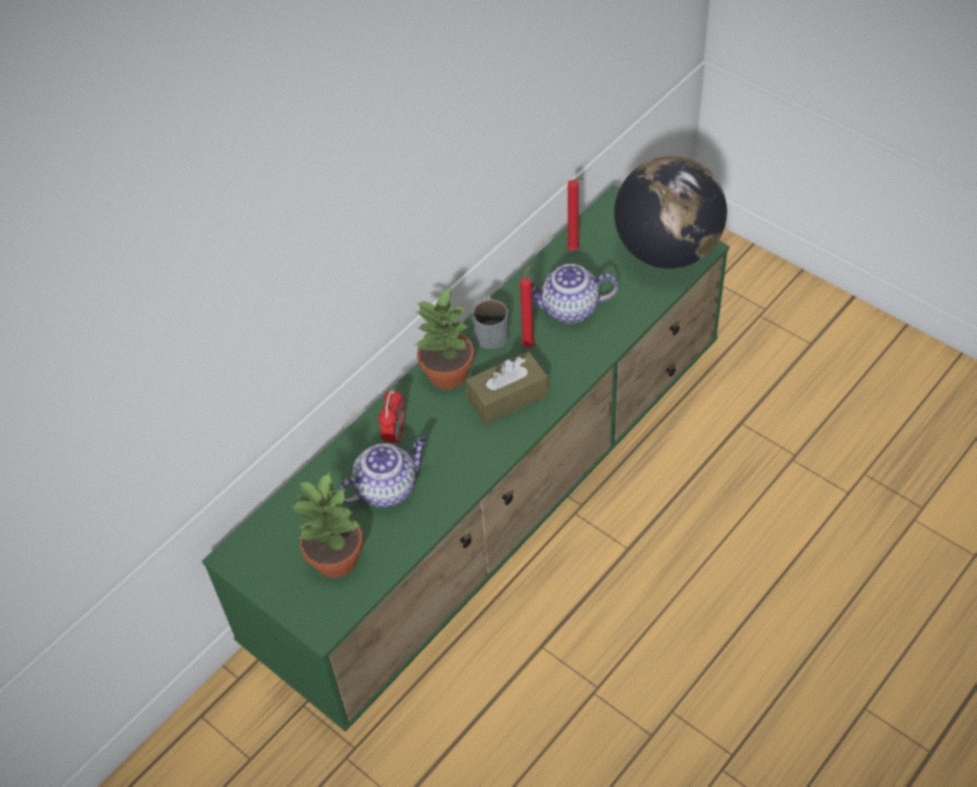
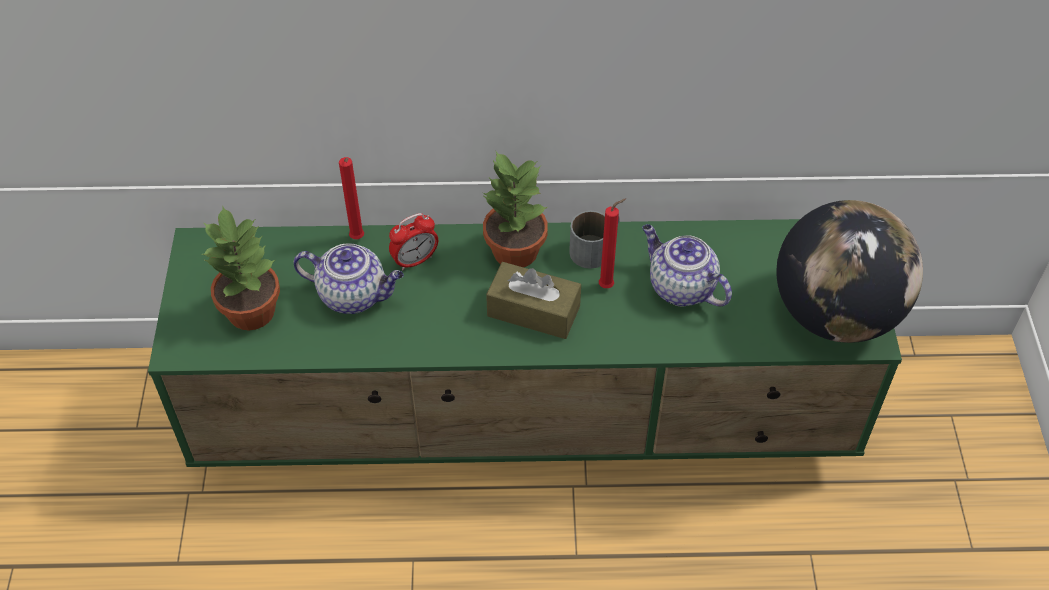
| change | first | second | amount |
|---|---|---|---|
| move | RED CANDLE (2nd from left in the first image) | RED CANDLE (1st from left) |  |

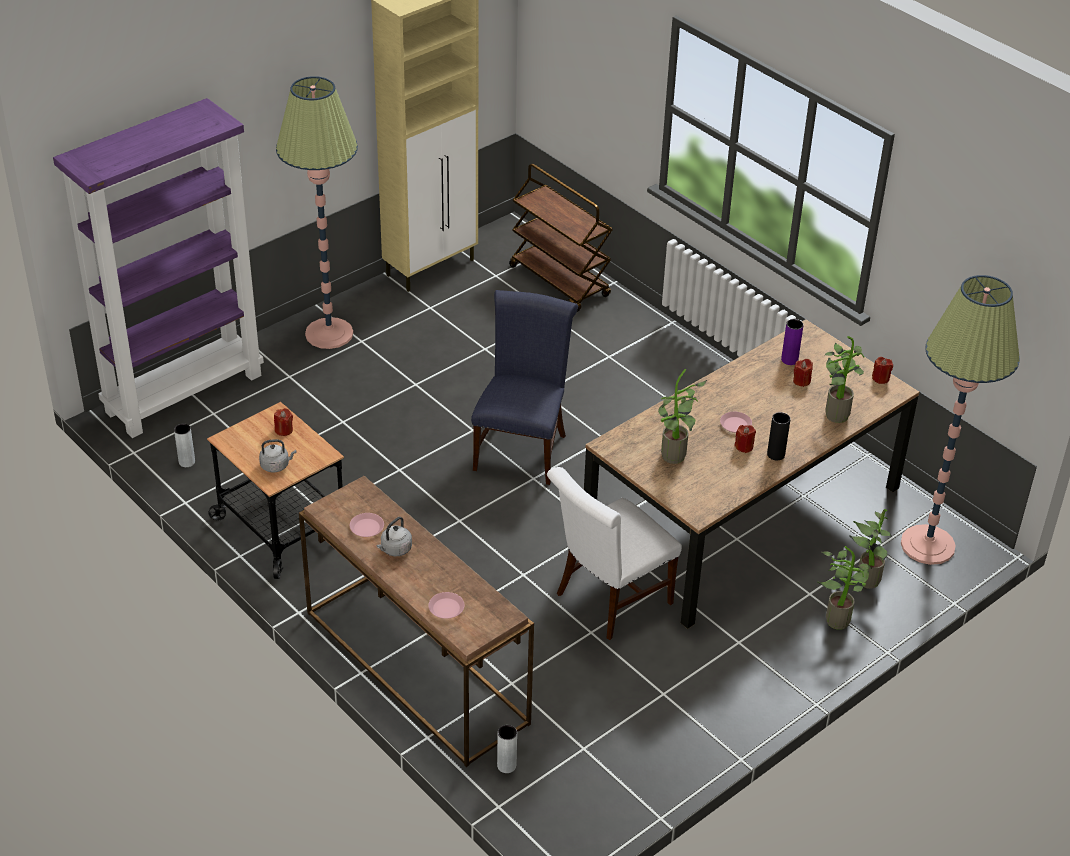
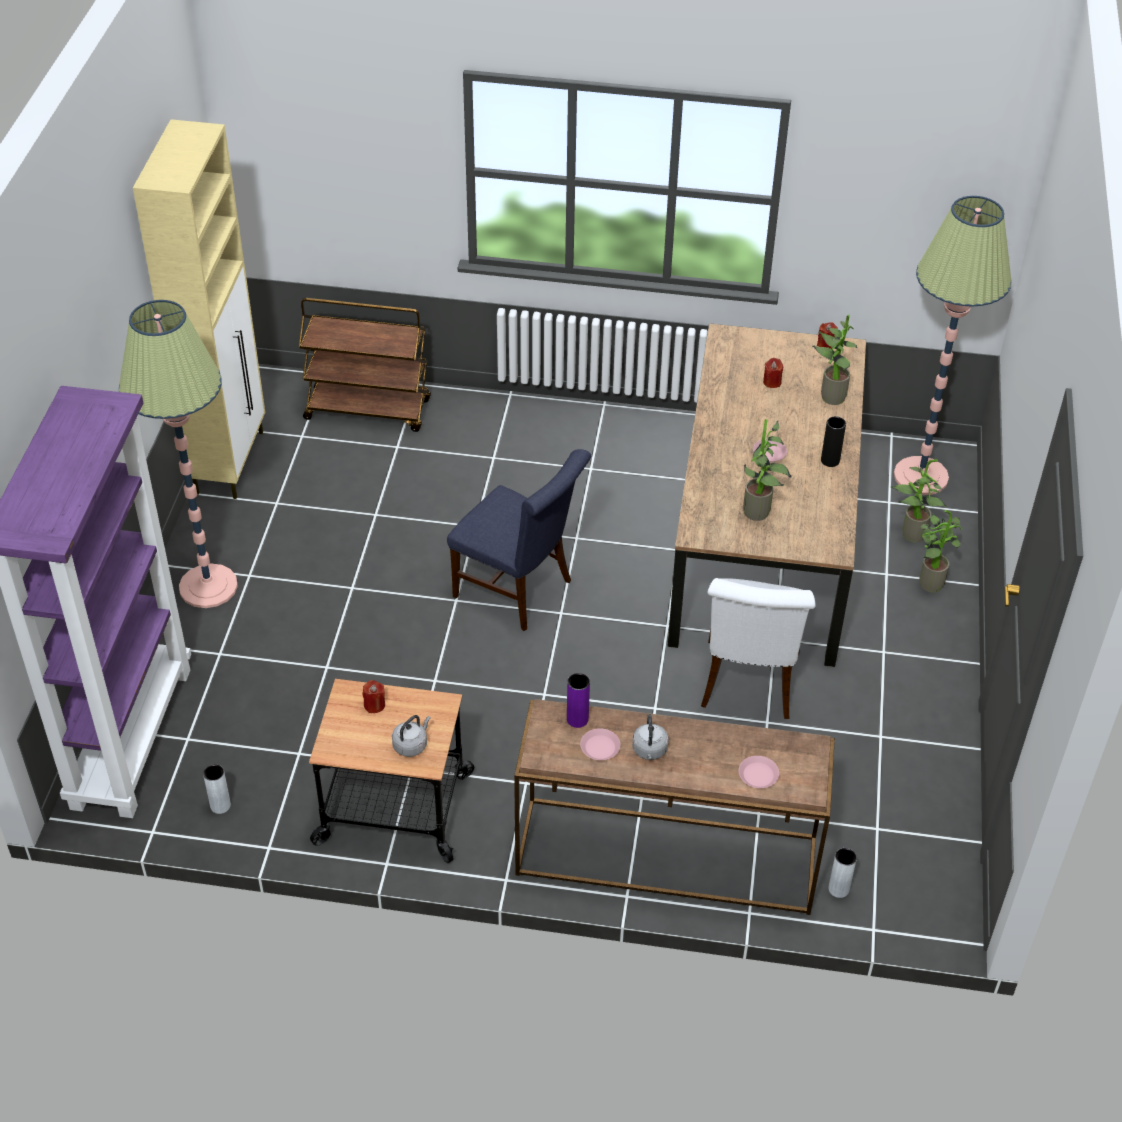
| change | first | second | amount |
|---|---|---|---|
| rotate | BLUE CHAIR |  | 150 degrees clockwise |
| move | PURPLE VASE |  |  |
| delete | RED CANDLE (2nd from left) |  |  |

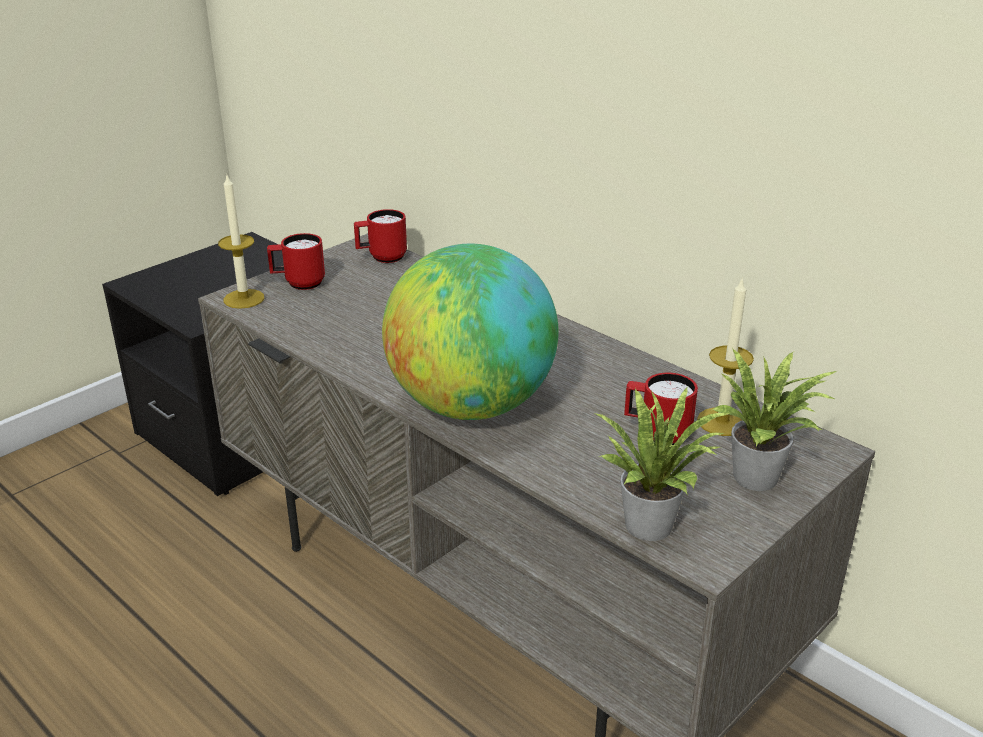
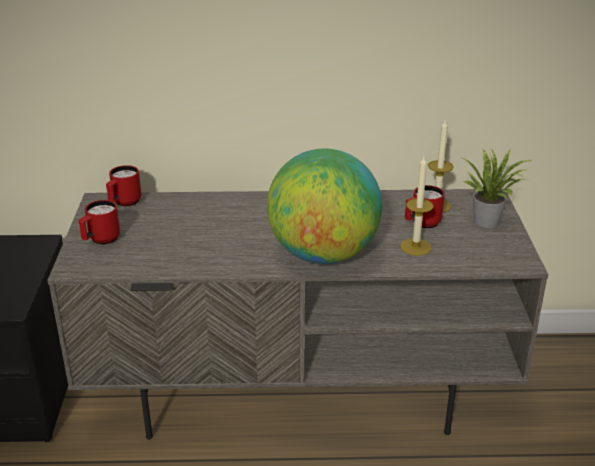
| change | first | second | amount |
|---|---|---|---|
| move | CANDLE (1st from left) |  |  |
| delete | POTTED PLANT (1st from left) |  |  |

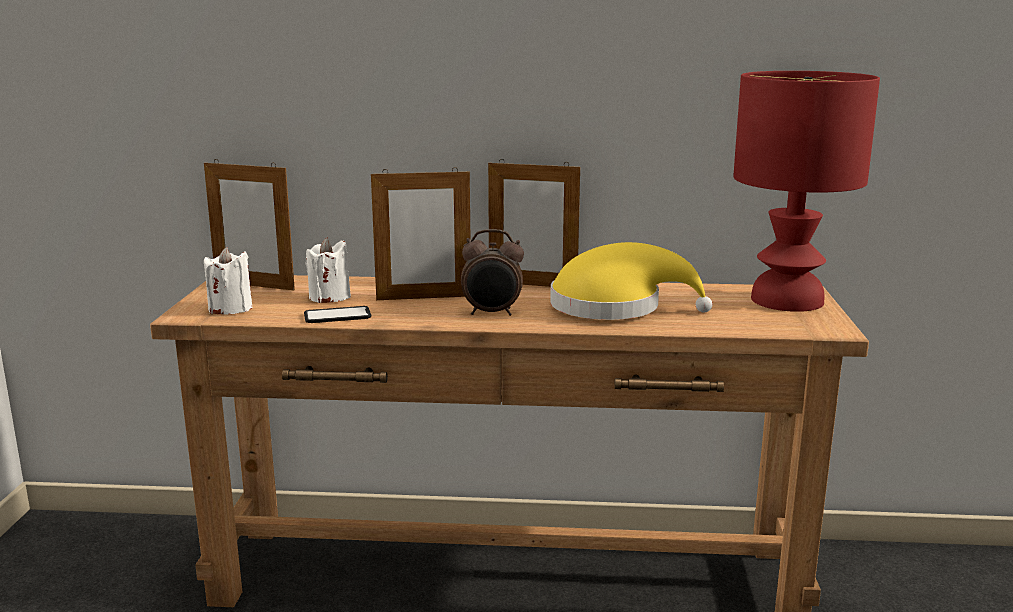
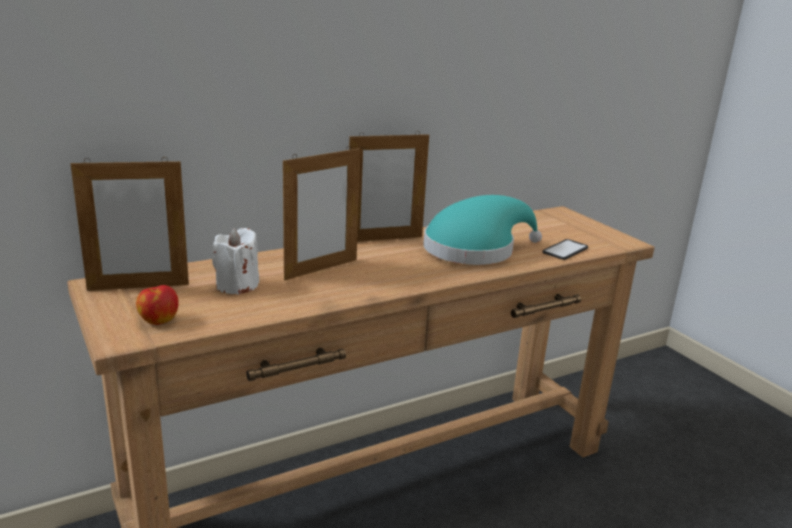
| change | first | second | amount |
|---|---|---|---|
| delete | RED TABLE LAMP |  |  |
| delete | ALARM CLOCK |  |  |
| recolor | YELLOW HAT | TURQUOISE HAT |  |
| replace | WHITE CANDLE (1st from left) | APPLE |  |
| move | PHONE |  |  |

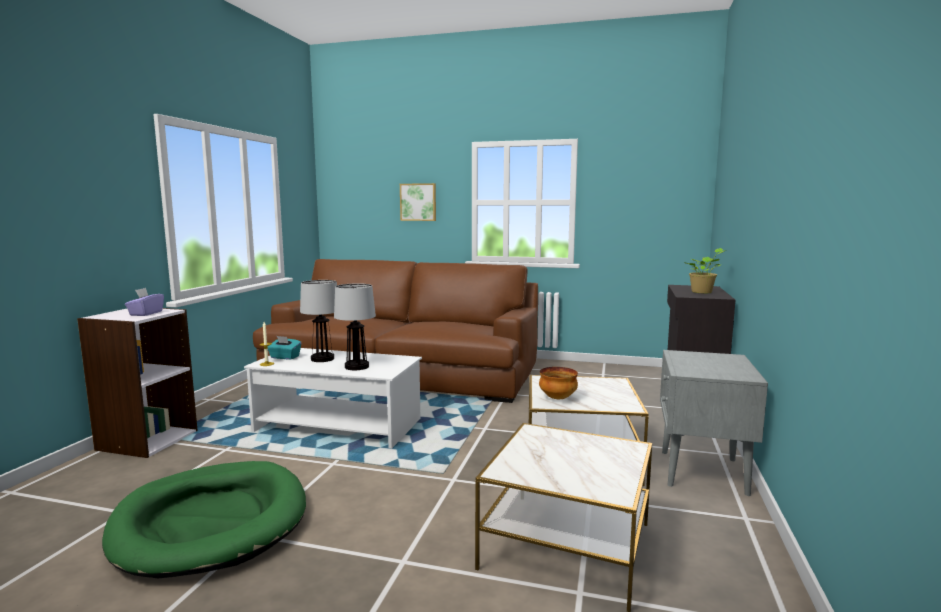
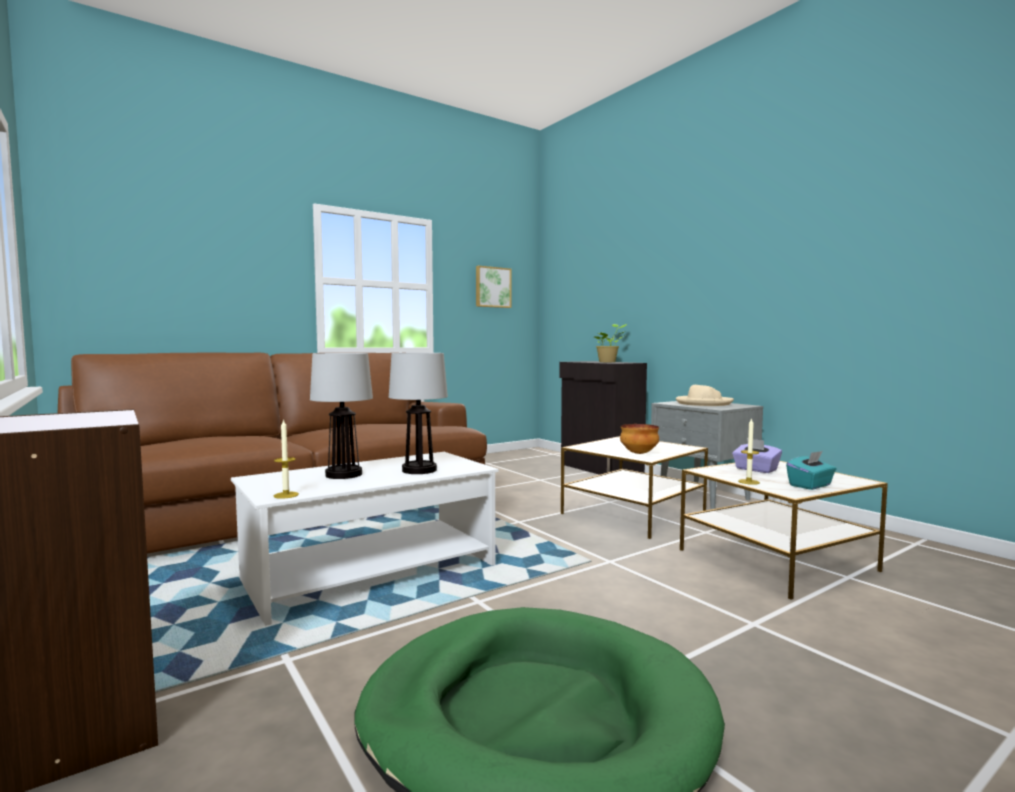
| change | first | second | amount |
|---|---|---|---|
| move | PICTURE |  |  |
| move | PURPLE TISSUE BOX |  |  |
| move | TURQUOISE TISSUE BOX |  |  |
| insert |  | BEIGE HAT |  |
| insert |  | CANDLE (2nd from left) |  |

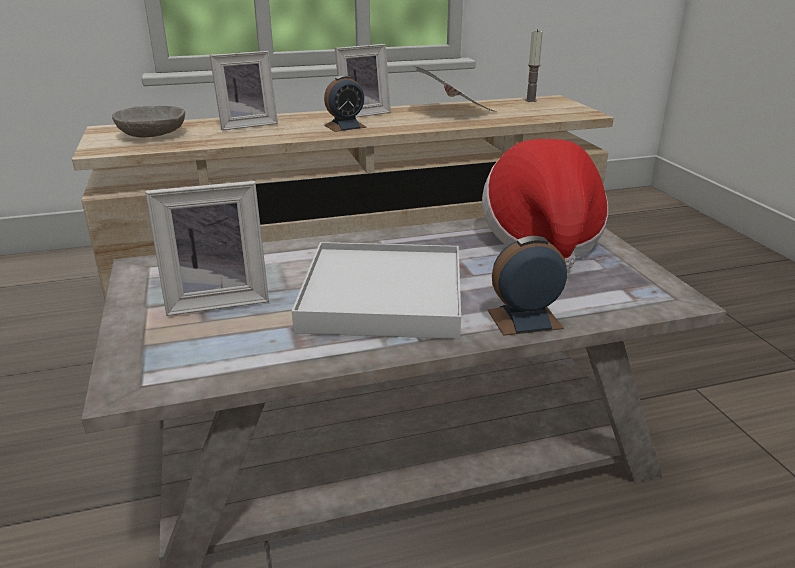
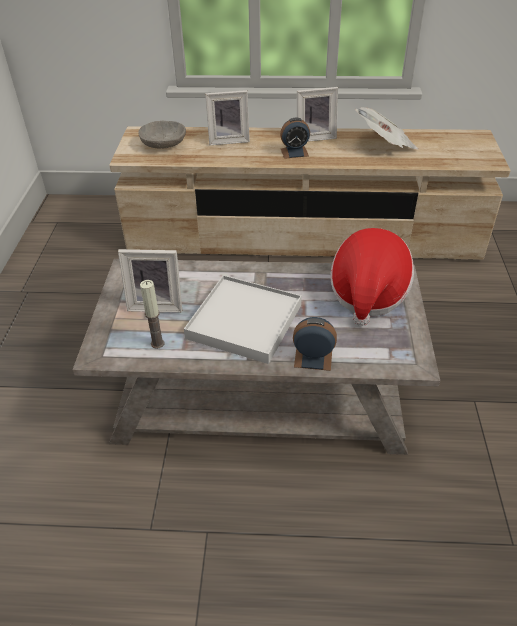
| change | first | second | amount |
|---|---|---|---|
| move | CANDLE |  |  |

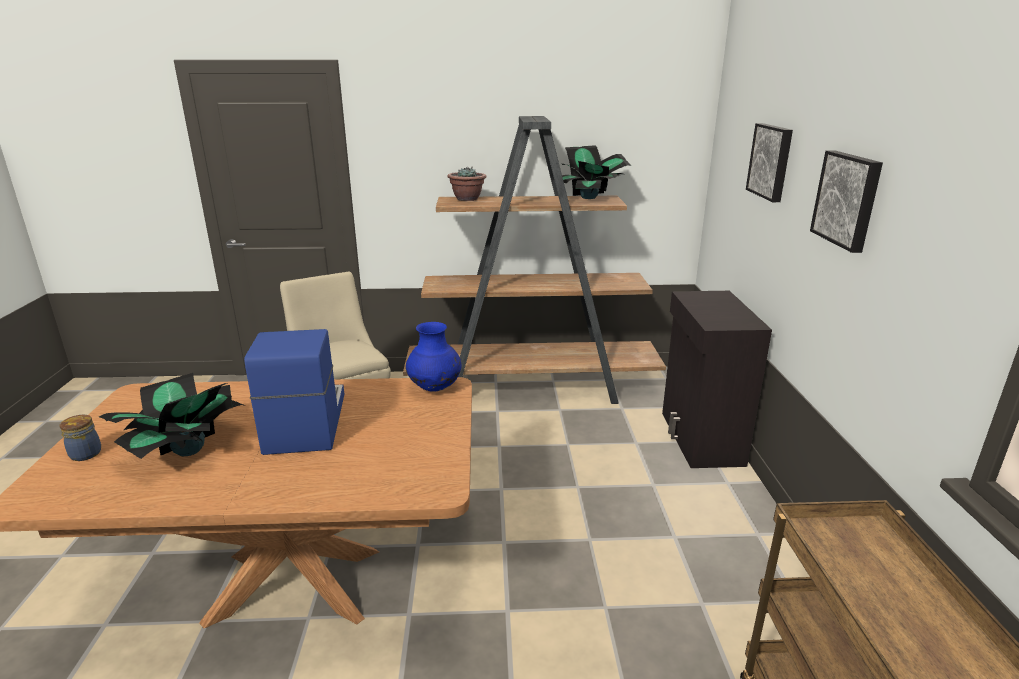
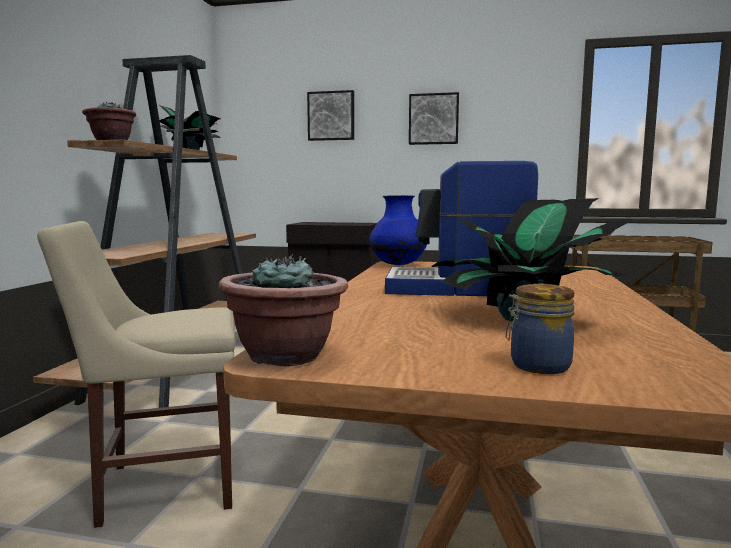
| change | first | second | amount |
|---|---|---|---|
| insert |  | POTTED PLANT (3rd from left) |  |

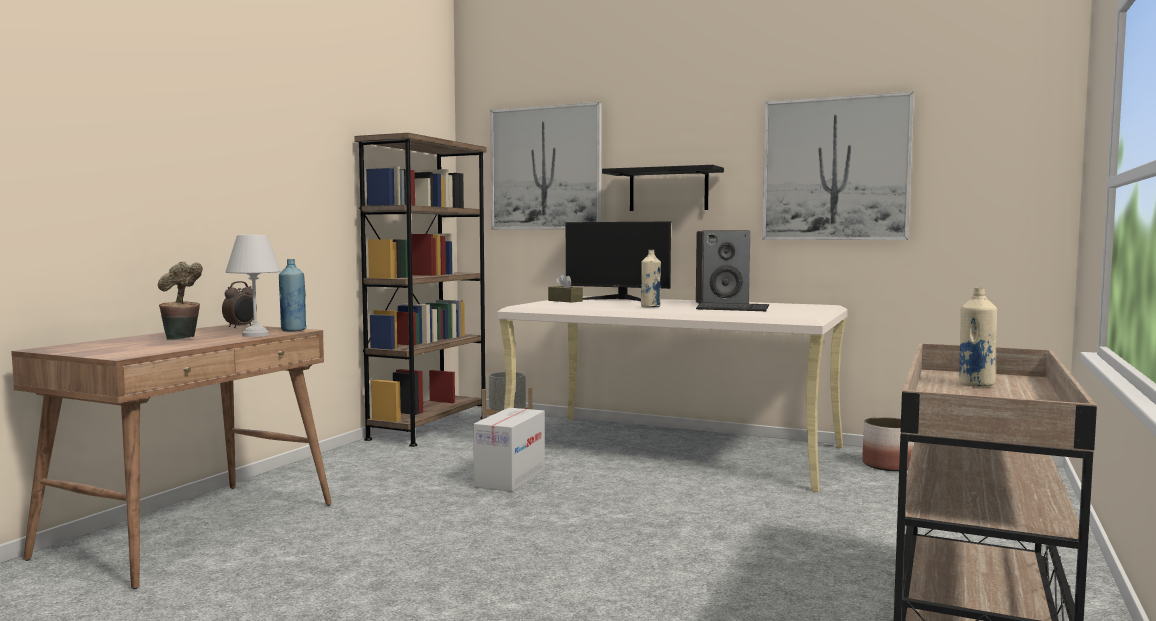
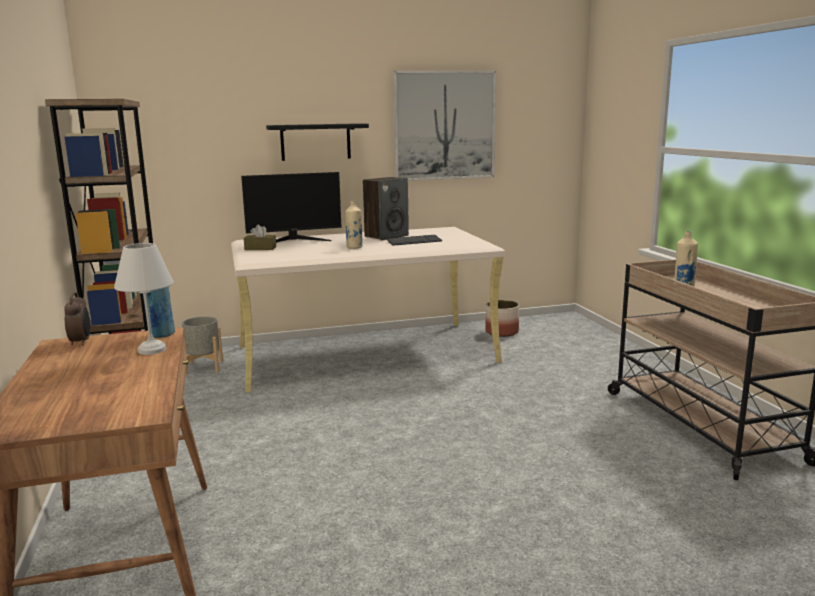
| change | first | second | amount |
|---|---|---|---|
| delete | PICTURE (1st from left) |  |  |
| delete | POTTED PLANT |  |  |
| delete | CARDBOARD BOX |  |  |

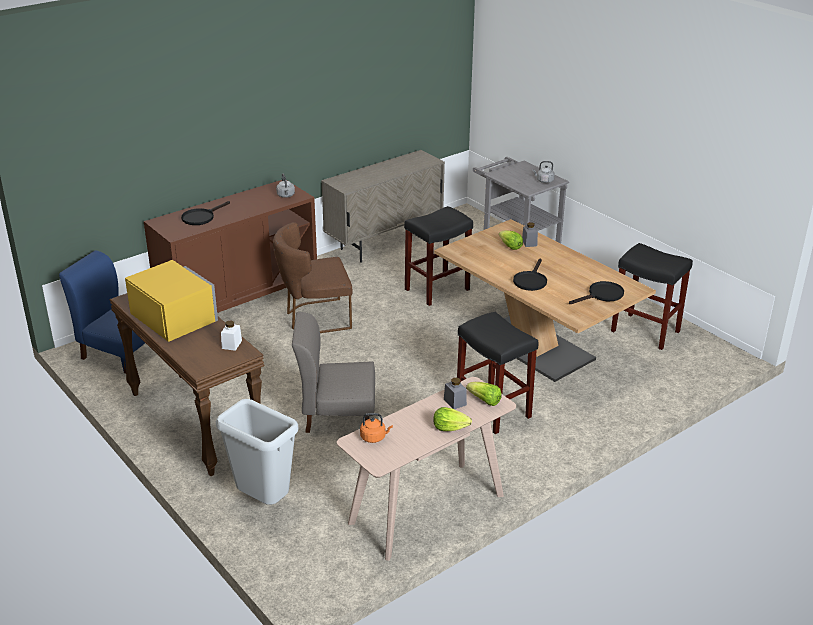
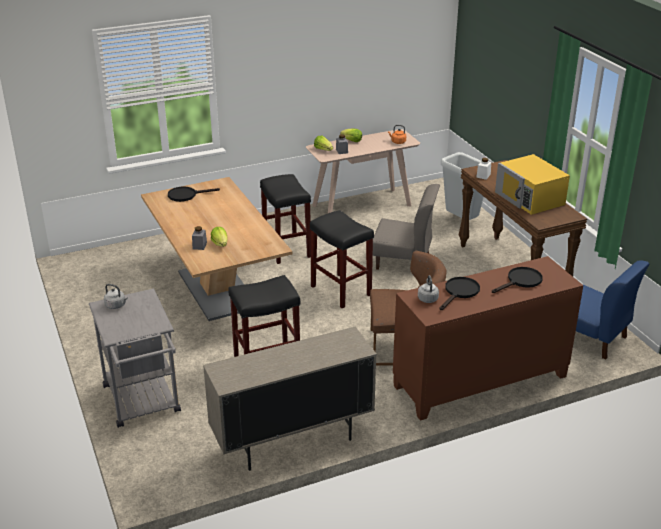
| change | first | second | amount |
|---|---|---|---|
| move | BLACK STOOL (3rd from left) |  |  |
| move | BLACK FRYING PAN (2nd from left) |  |  |

